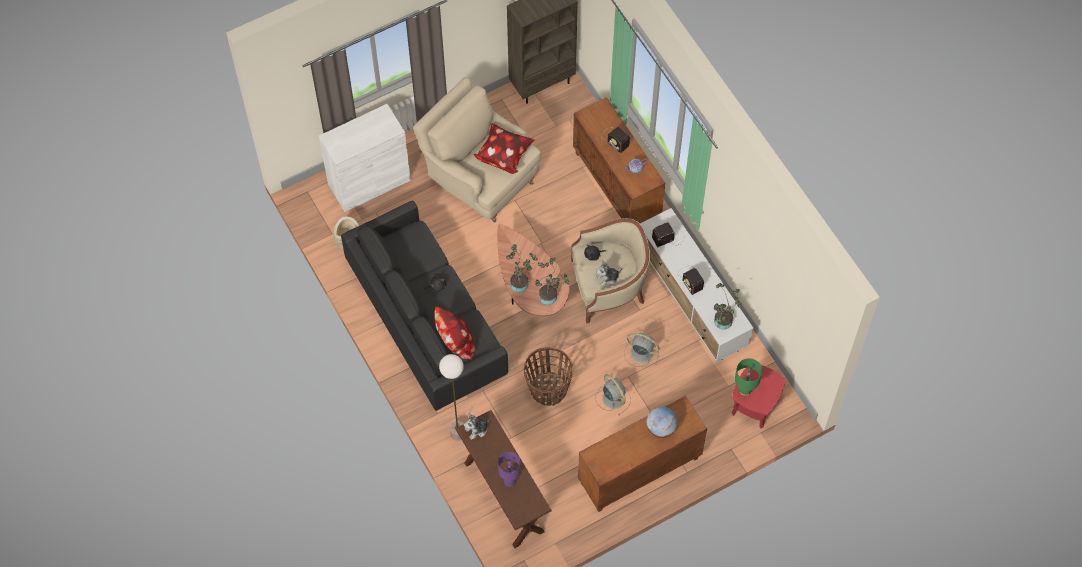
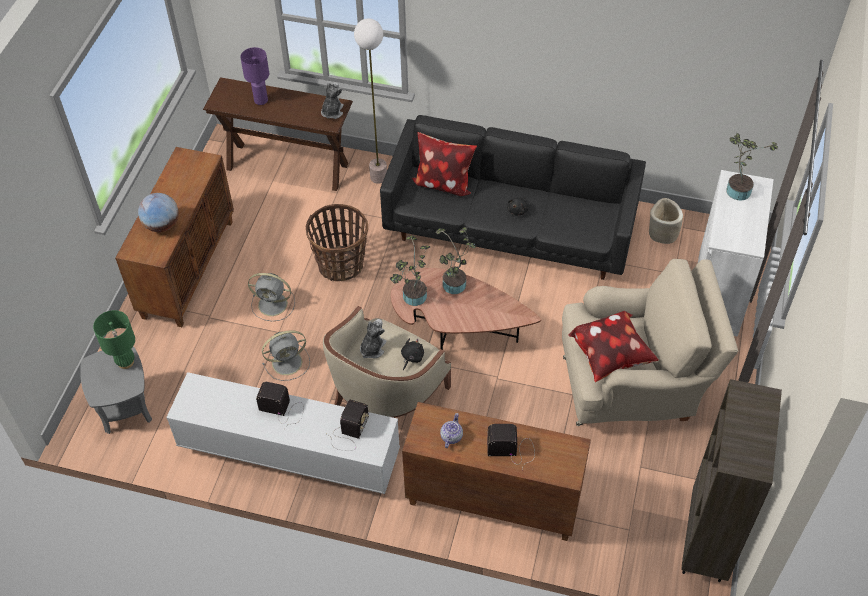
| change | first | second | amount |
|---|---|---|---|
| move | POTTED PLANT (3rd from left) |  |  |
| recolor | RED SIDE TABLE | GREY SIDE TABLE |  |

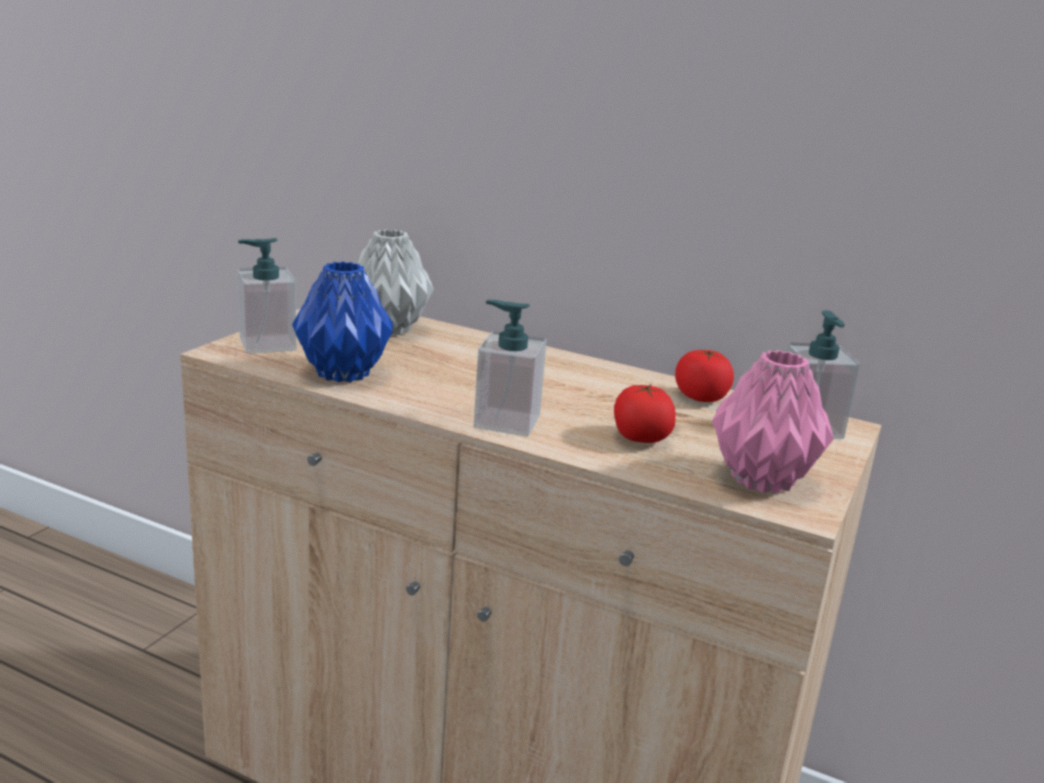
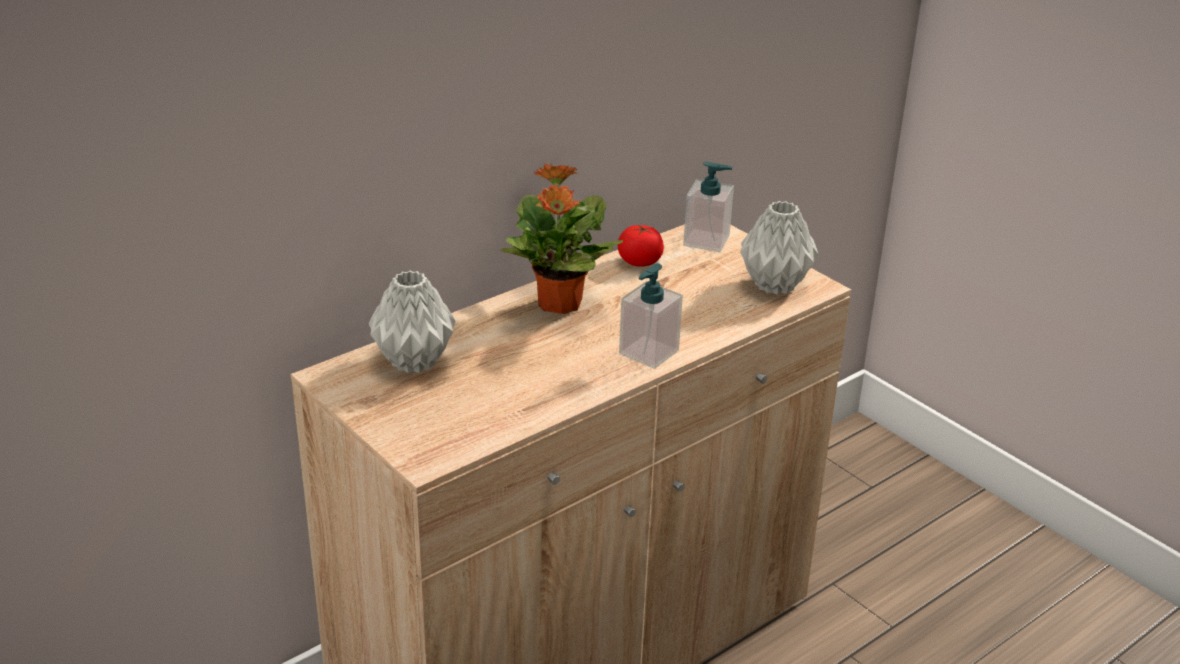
| change | first | second | amount |
|---|---|---|---|
| delete | SOAP DISPENSER (1st from left) |  |  |
| delete | BLUE VASE |  |  |
| recolor | PINK VASE | GREY VASE (2nd from left) |  |
| delete | TOMATO (1st from left) |  |  |
| insert |  | POTTED PLANT |  |

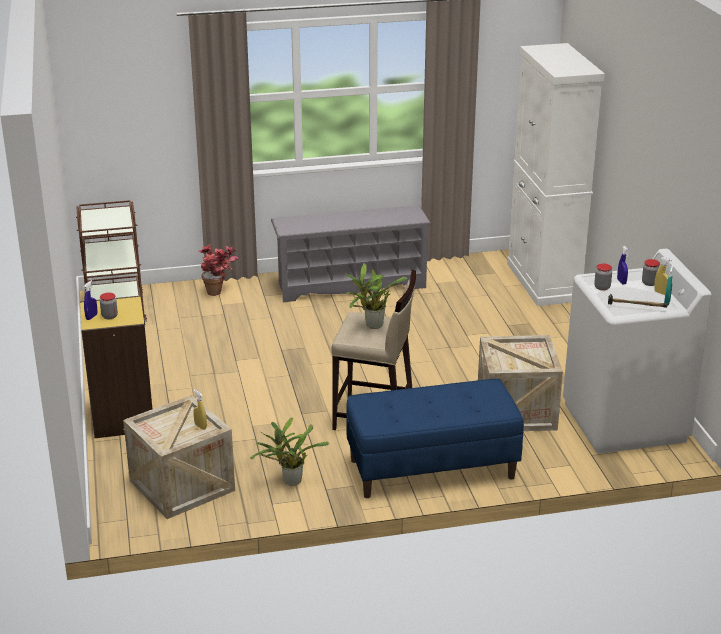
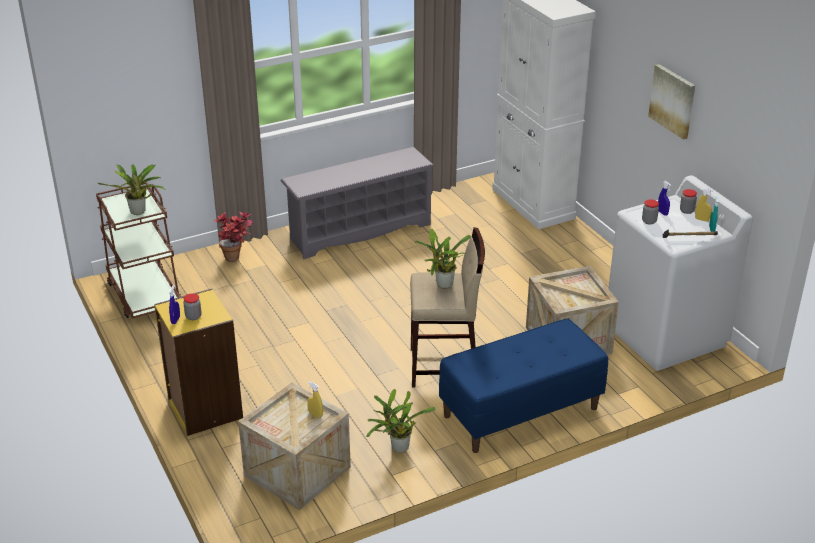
| change | first | second | amount |
|---|---|---|---|
| insert |  | PICTURE |  |
| insert |  | POTTED PLANT (1st from left) |  |

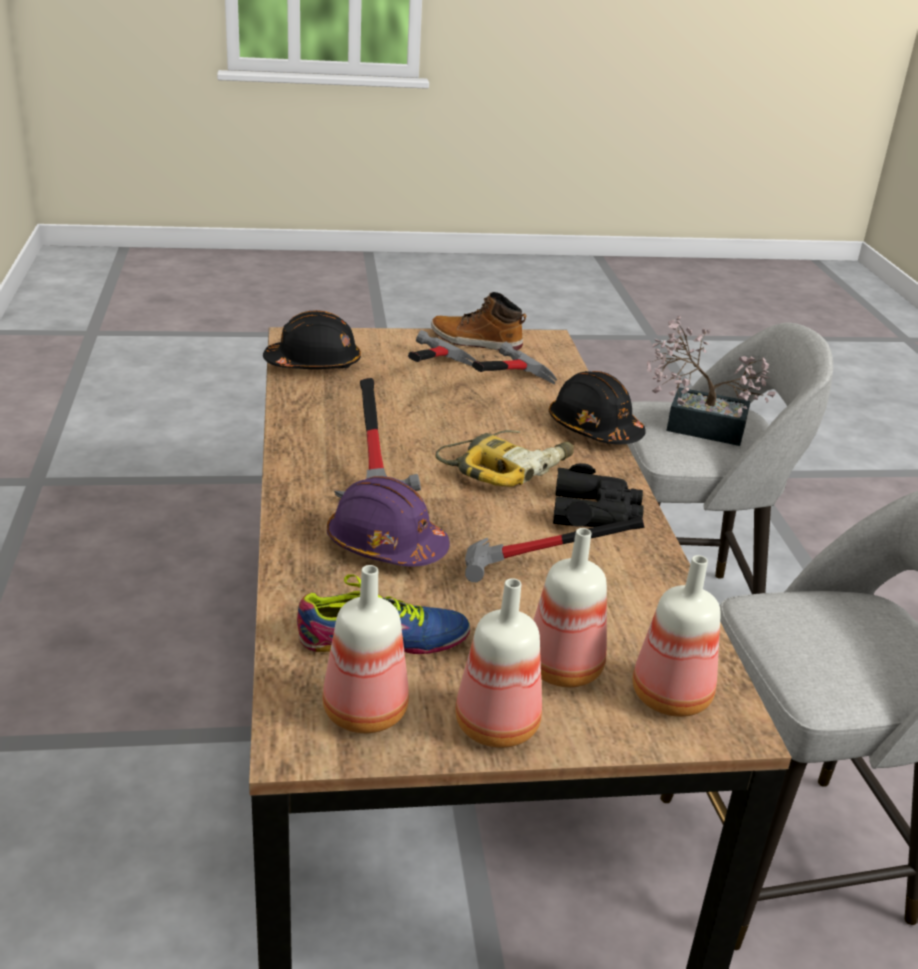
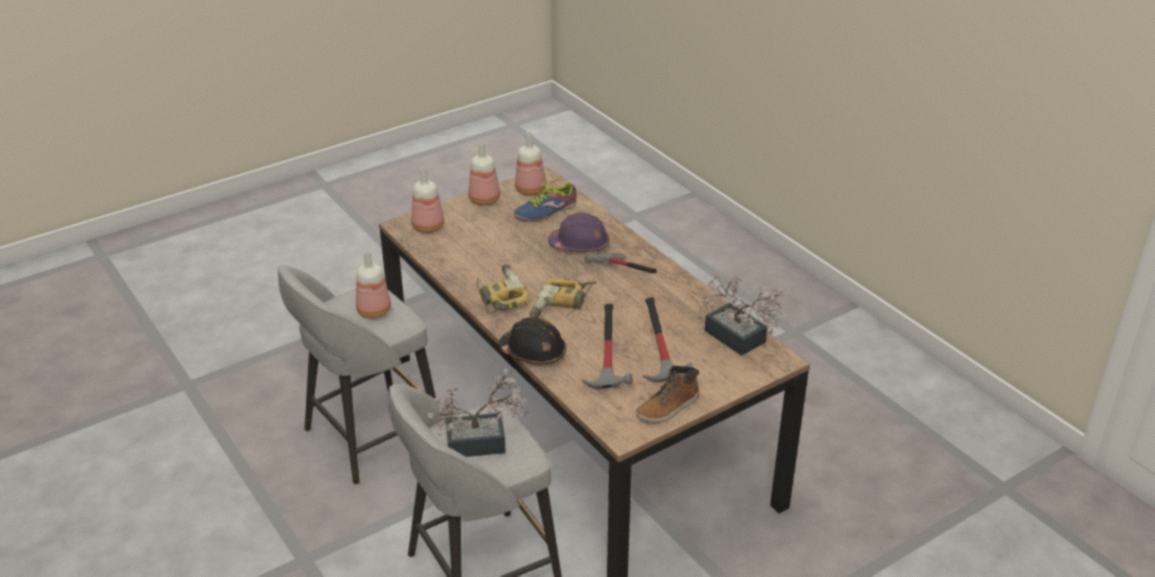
| change | first | second | amount |
|---|---|---|---|
| rotate | BOOT |  | 150 degrees clockwise |
| replace | BLACK HARD HAT (1st from left) | POTTED PLANT (2nd from left) |  |
| replace | BLACK BINOCULARS | POWER DRILL (1st from left) |  |
| delete | HAMMER (4th from left) |  |  |
| move | BOTTLE (3rd from left in the first image) | BOTTLE (1st from left) |  |

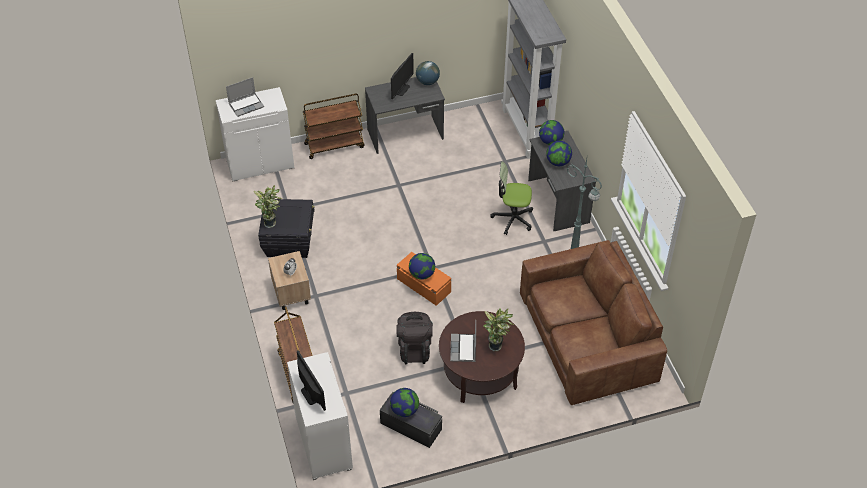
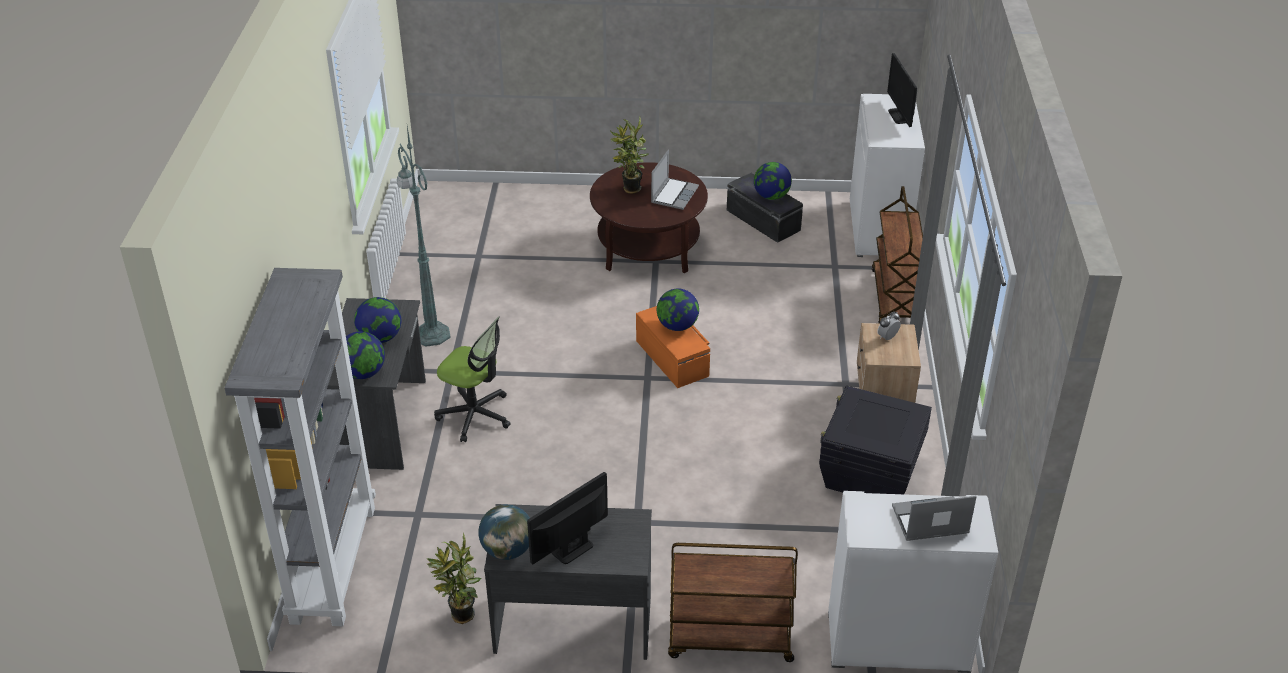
| change | first | second | amount |
|---|---|---|---|
| move | POTTED PLANT (1st from left) |  |  |
| delete | BROWN SOFA |  |  |
| delete | BLACK BACKPACK |  |  |

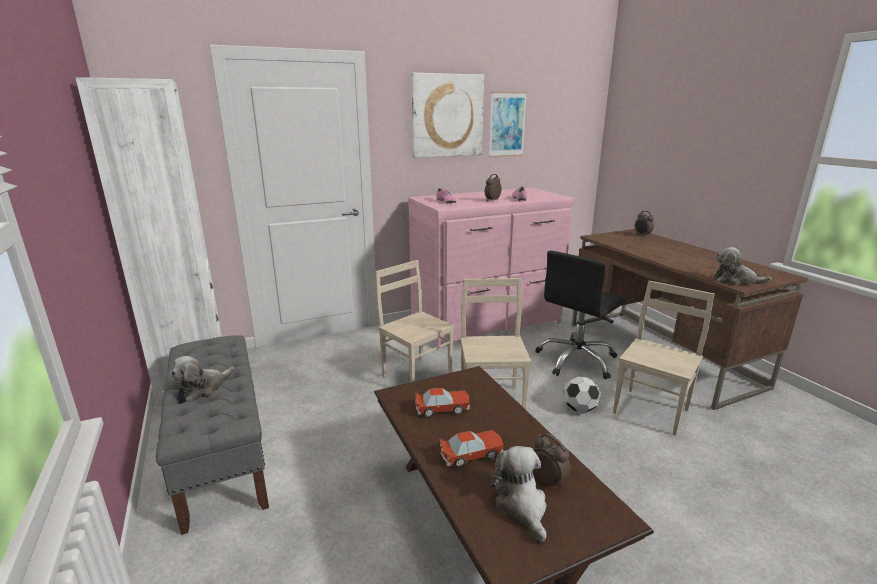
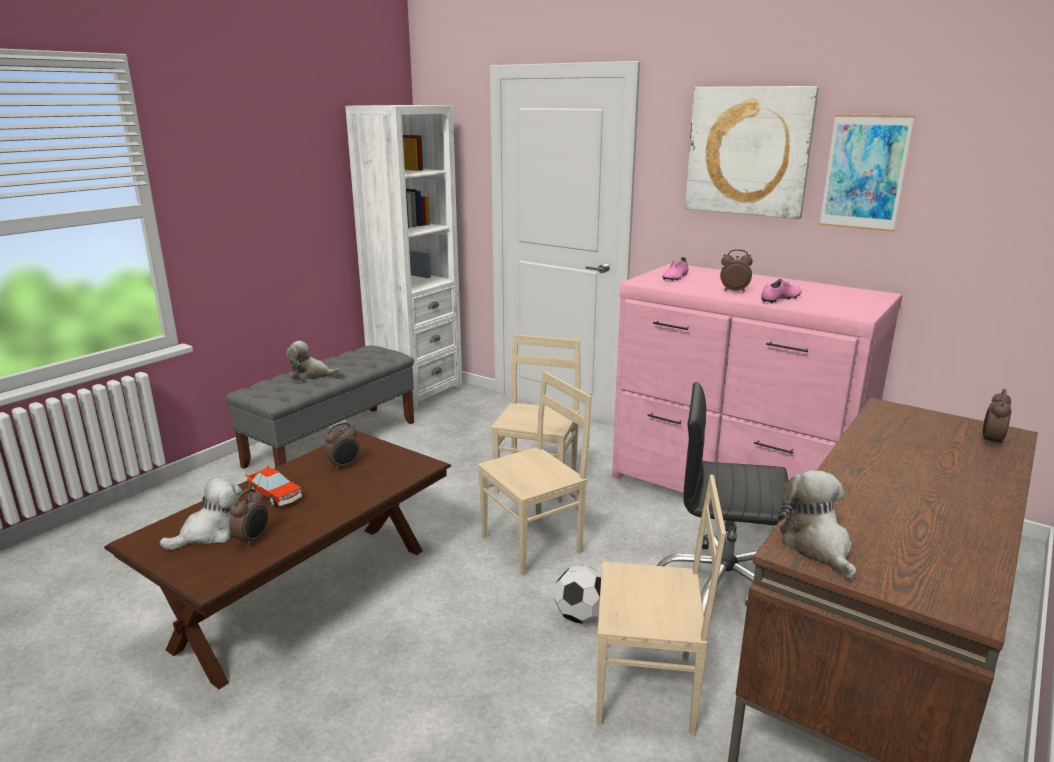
| change | first | second | amount |
|---|---|---|---|
| replace | TOY CAR (1st from left) | ALARM CLOCK (2nd from left) |  |

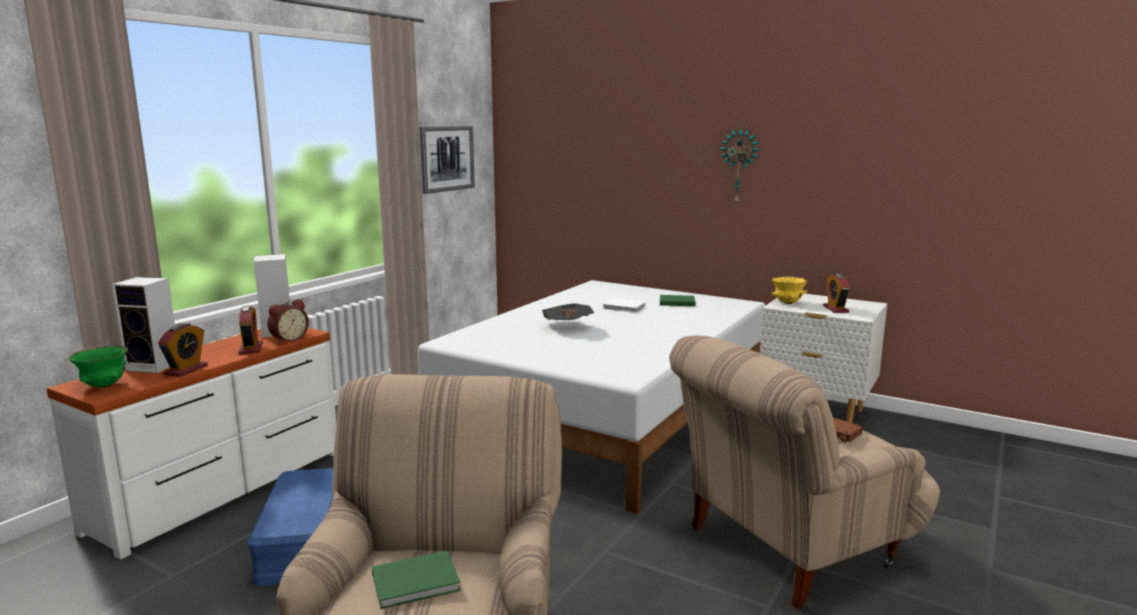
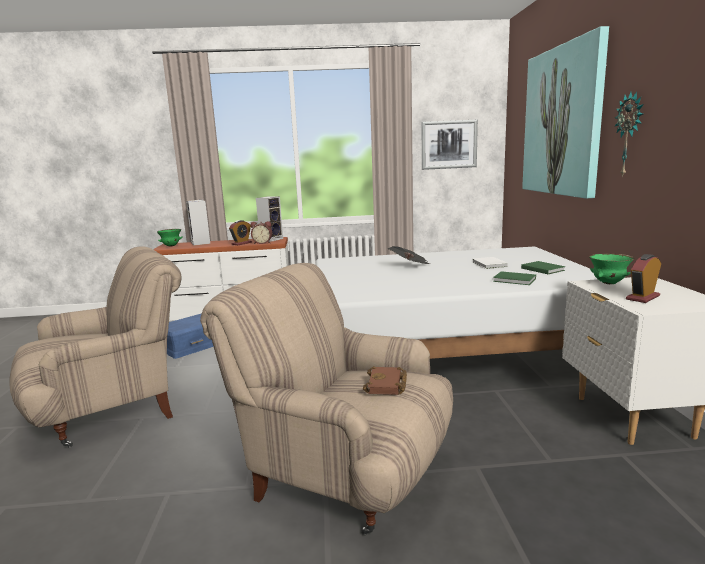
| change | first | second | amount |
|---|---|---|---|
| recolor | YELLOW BOWL | GREEN BOWL (2nd from left) |  |
| delete | ALARM CLOCK (1st from left) |  |  |
| move | GREEN BOOK (1st from left) |  |  |
| insert |  | PICTURE (2nd from left) |  |

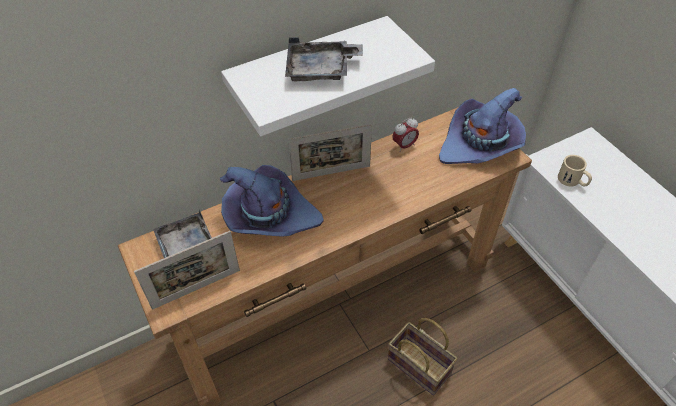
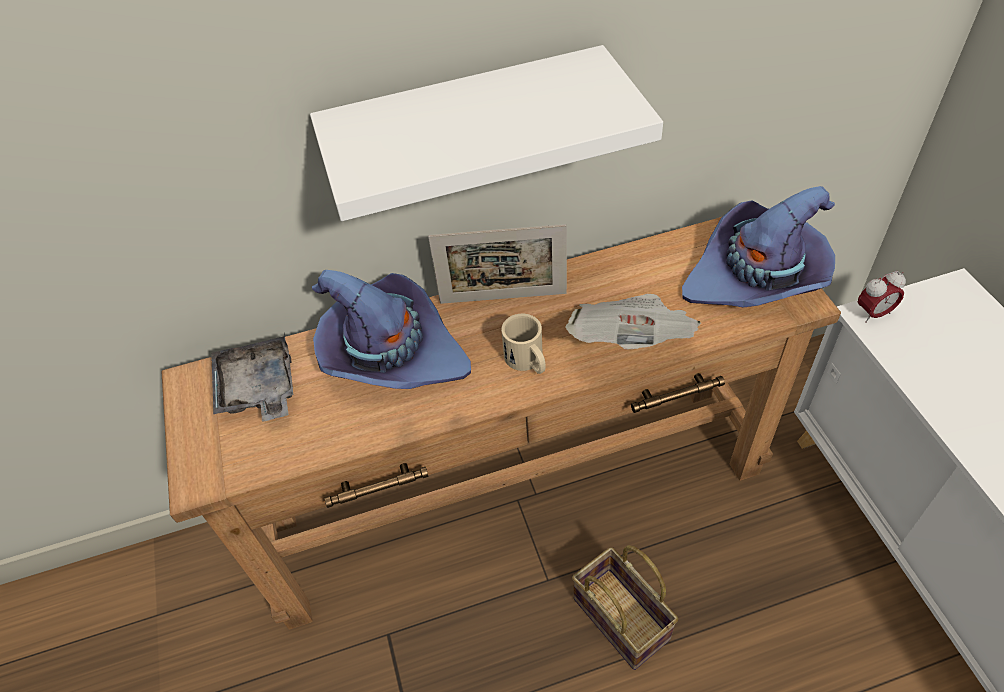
| change | first | second | amount |
|---|---|---|---|
| delete | GREY TRAY (2nd from left) |  |  |
| move | ALARM CLOCK |  |  |
| move | BEIGE MUG |  |  |
| delete | PICTURE FRAME (1st from left) |  |  |
| insert |  | NEWSPAPER |  |

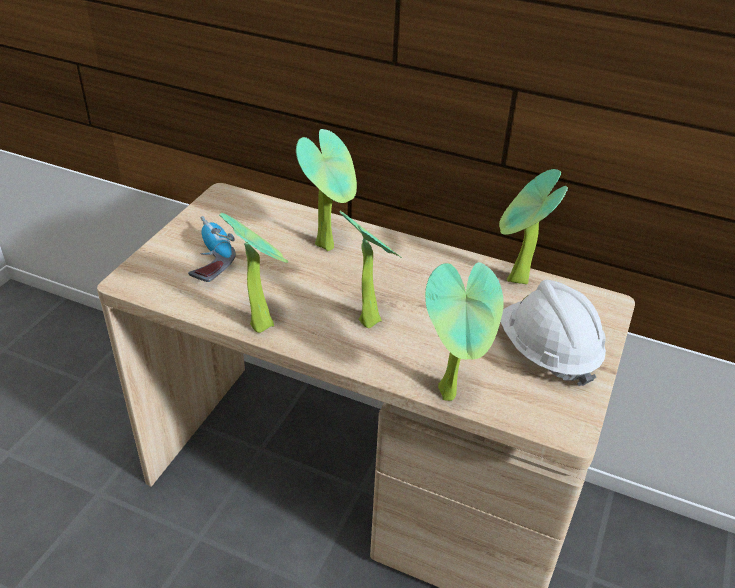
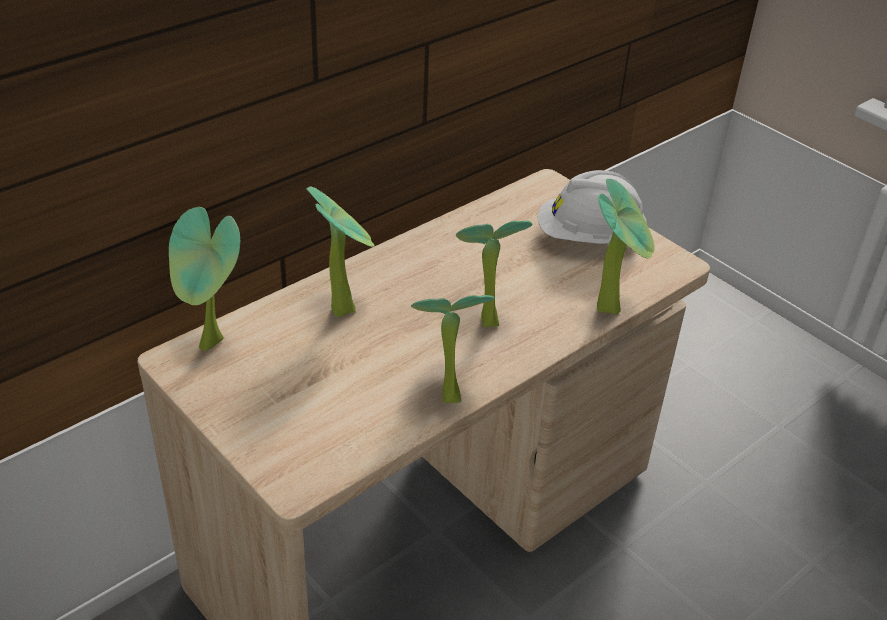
| change | first | second | amount |
|---|---|---|---|
| move | POTTED PLANT (5th from left in the first image) | POTTED PLANT (1st from left) |  |
| delete | POWER DRILL |  |  |

